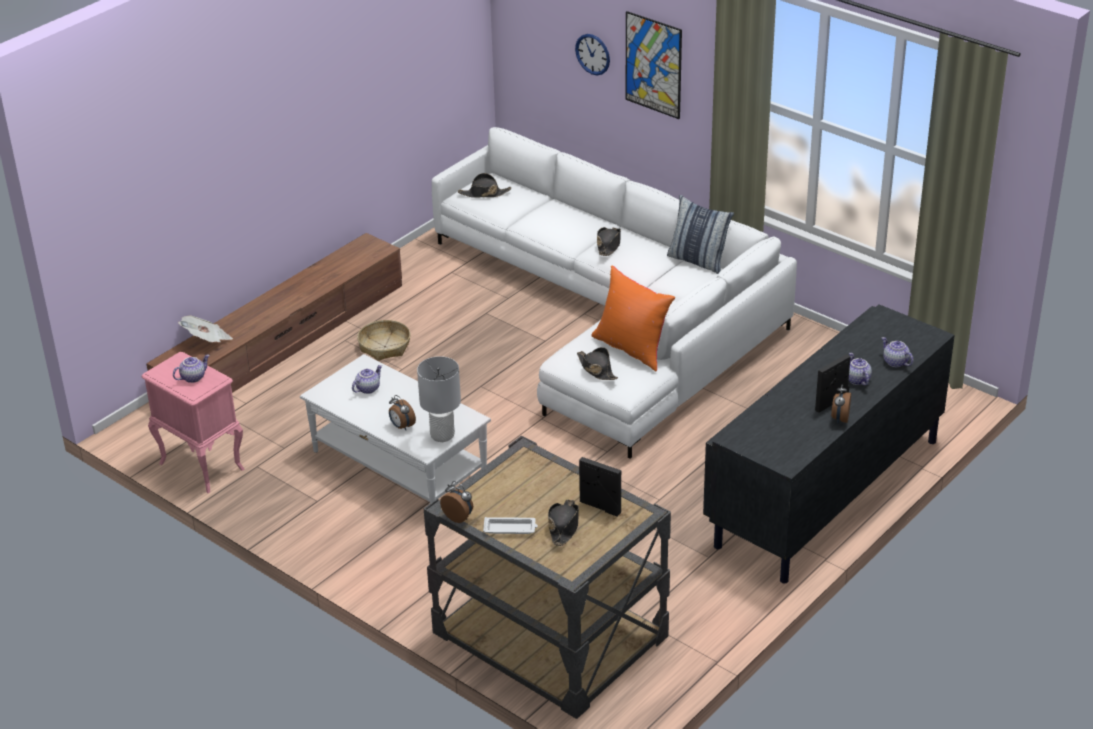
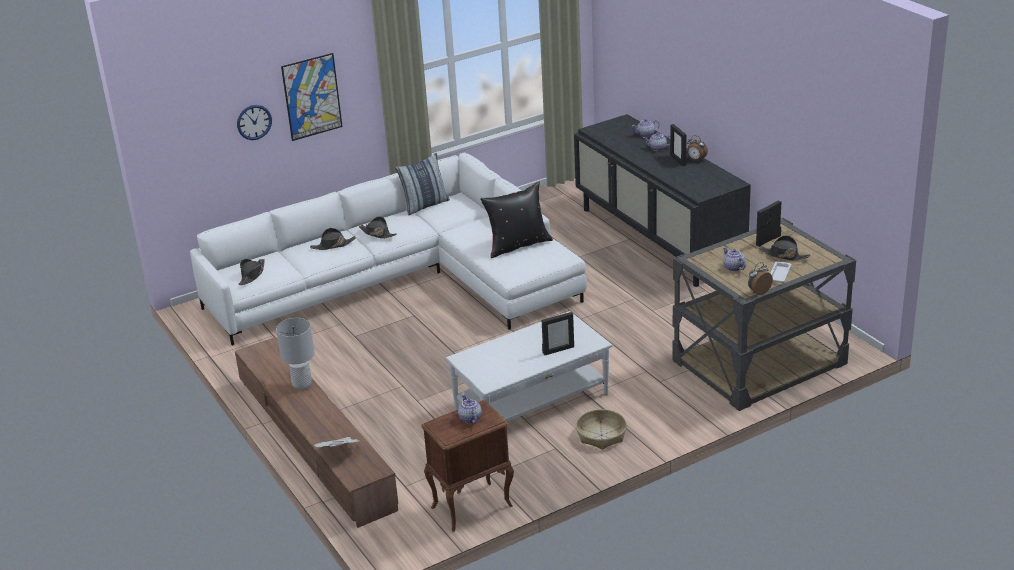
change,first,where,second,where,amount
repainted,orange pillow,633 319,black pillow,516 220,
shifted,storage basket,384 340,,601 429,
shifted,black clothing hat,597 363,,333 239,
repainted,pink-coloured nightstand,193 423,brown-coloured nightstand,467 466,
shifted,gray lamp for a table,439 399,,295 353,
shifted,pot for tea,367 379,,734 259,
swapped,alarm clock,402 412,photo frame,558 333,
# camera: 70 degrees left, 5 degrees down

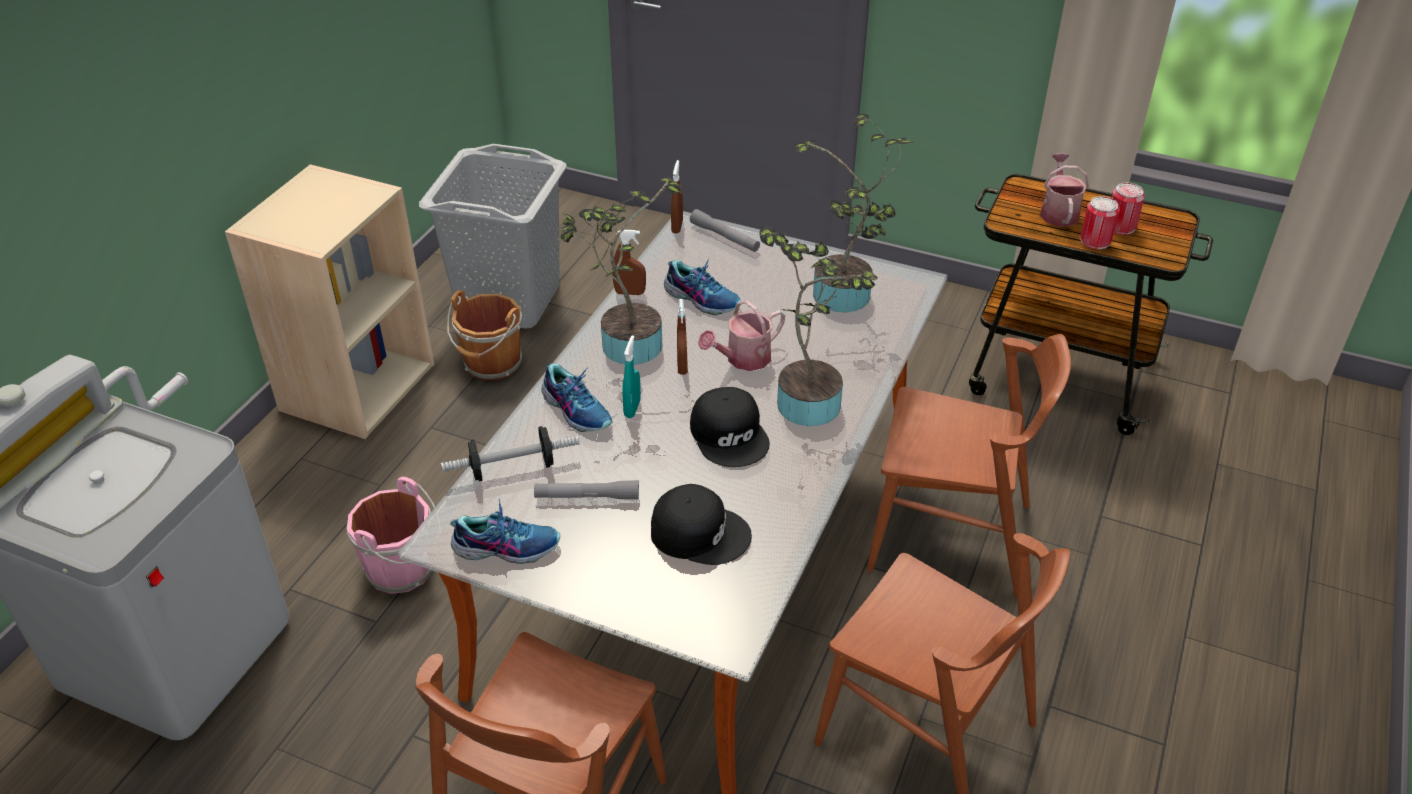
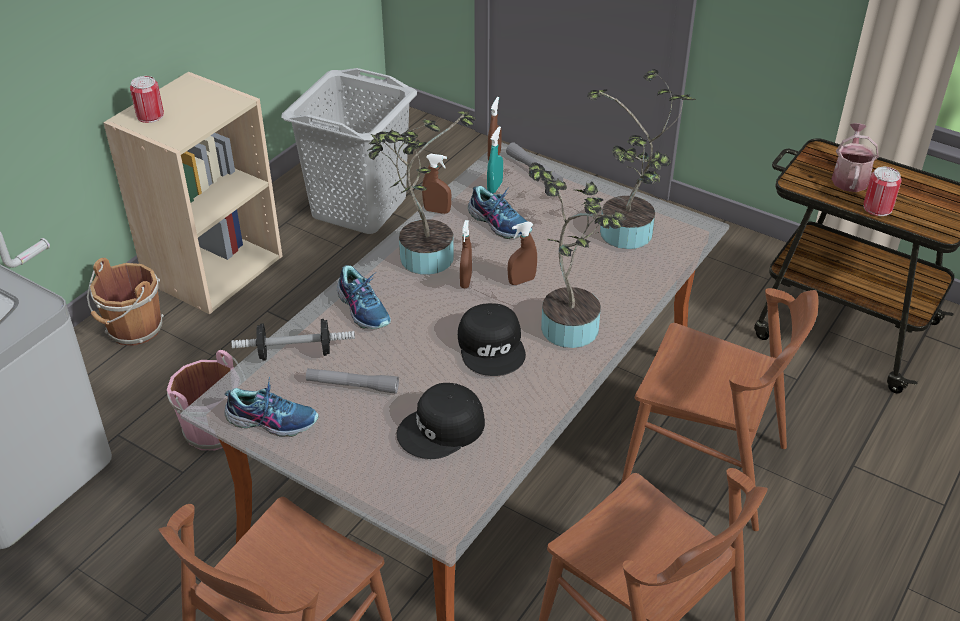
change,first,where,second,where,amount
shifted,metal can,1128 209,,147 99,
shifted,brown-coloured water bucket,484 335,,125 302,
swapped,sprinkling can,741 335,brown-coloured sprayer,522 253,
shifted,blue-green sprayer,631 376,,495 159,
rotated,black baseball cap,701 524,,441 421,120 degrees clockwise
# camera: 10 degrees right, 0 degrees up

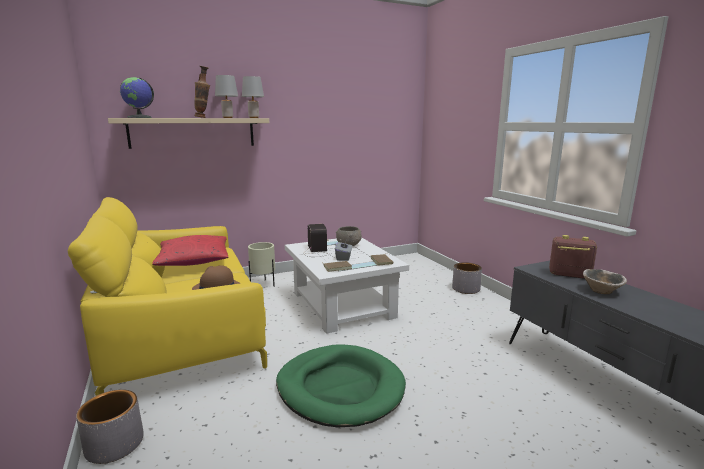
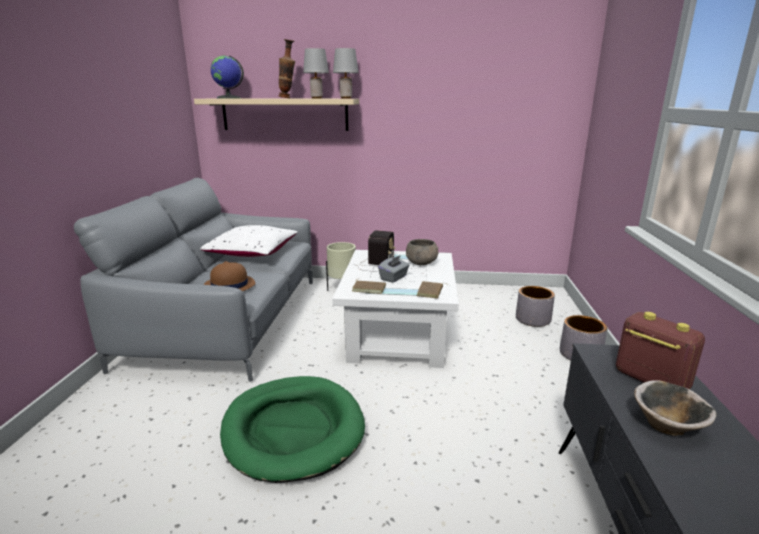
change,first,where,second,where,amount
repainted,yellowish sofa,167 296,gray sofa,193 280,
repainted,reddish pillow,190 250,white-coloured pillow,249 241,
shifted,gray planter,110 426,,535 306,
# camera: 30 degrees right, 5 degrees up

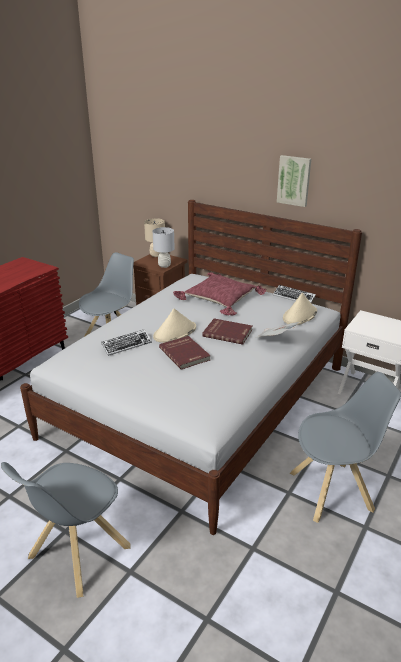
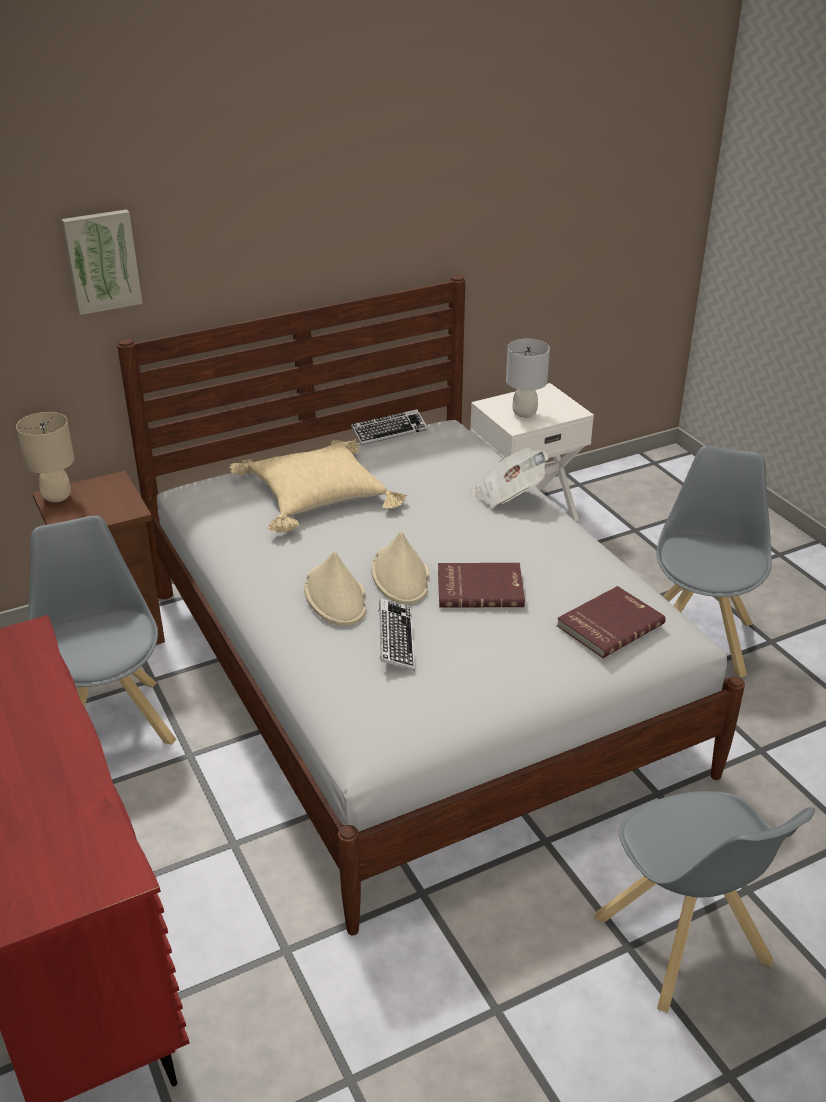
change,first,where,second,where,amount
shifted,picture,294 181,,102 262,
shifted,gray lamp for a table,164 247,,528 378,
repainted,reddish pillow,220 294,beige-coloured pillow,318 486,
shifted,beige-coloured clothing hat,300 308,,335 588,
shifted,reddish book,227 332,,611 622,
# camera: 60 degrees left, 5 degrees up

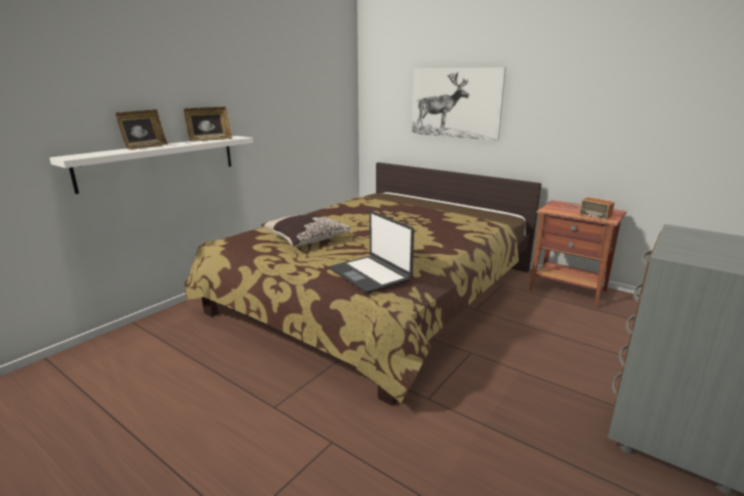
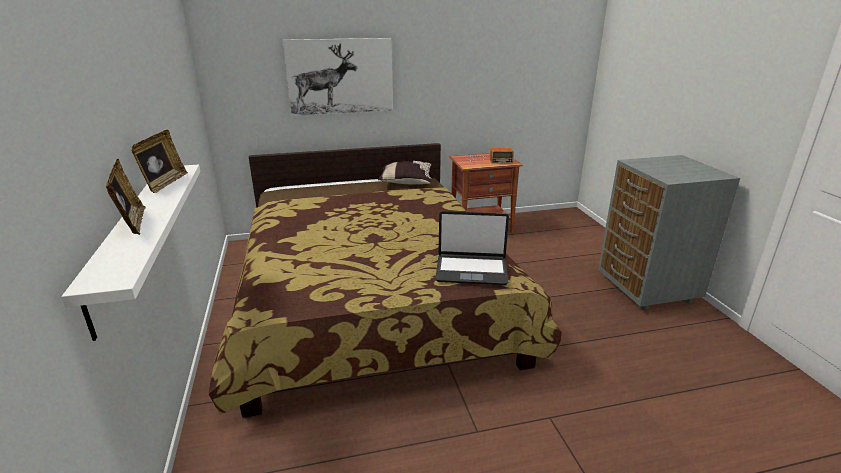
change,first,where,second,where,amount
shifted,pillow,306 230,,404 172,
# camera: 50 degrees left, 5 degrees up

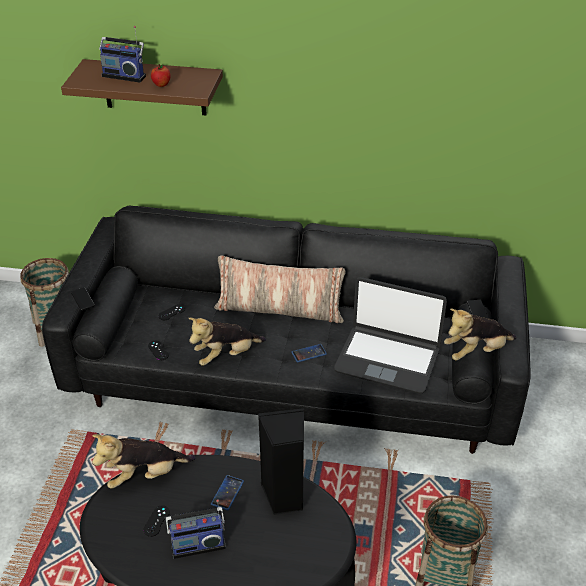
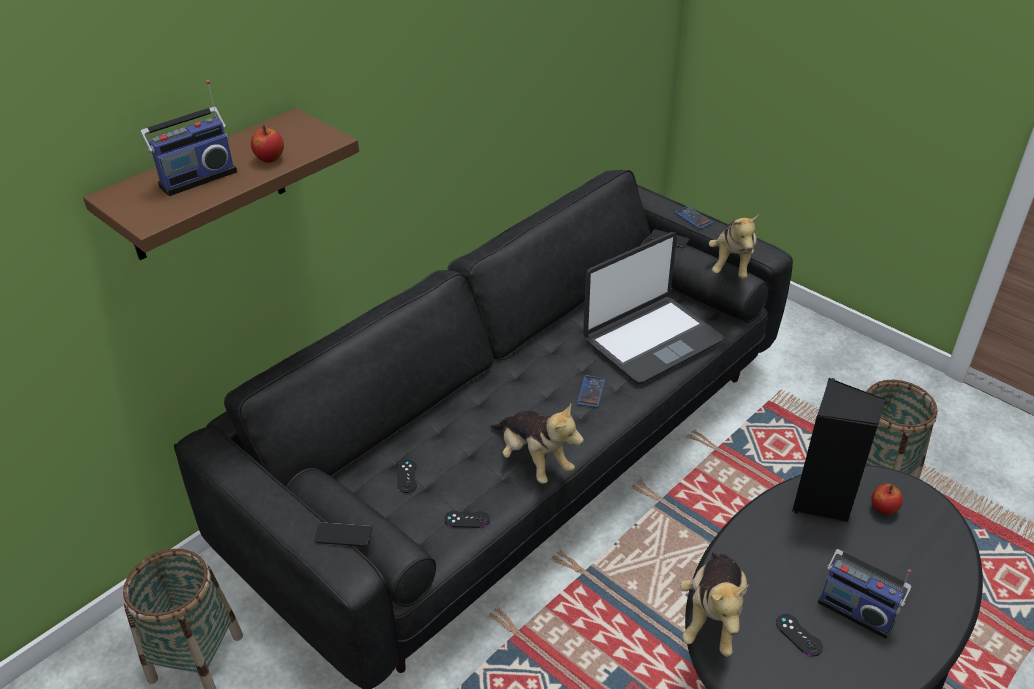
change,first,where,second,where,amount
gone,pillow,279 289,,,
rotated,cuddly toy,227 342,,537 443,45 degrees counterclockwise
shifted,handset,227 492,,694 217,
rotated,radio,196 529,,865 594,105 degrees clockwise
new,,,whole apple,887 499,
# camera: 55 degrees left, 0 degrees up

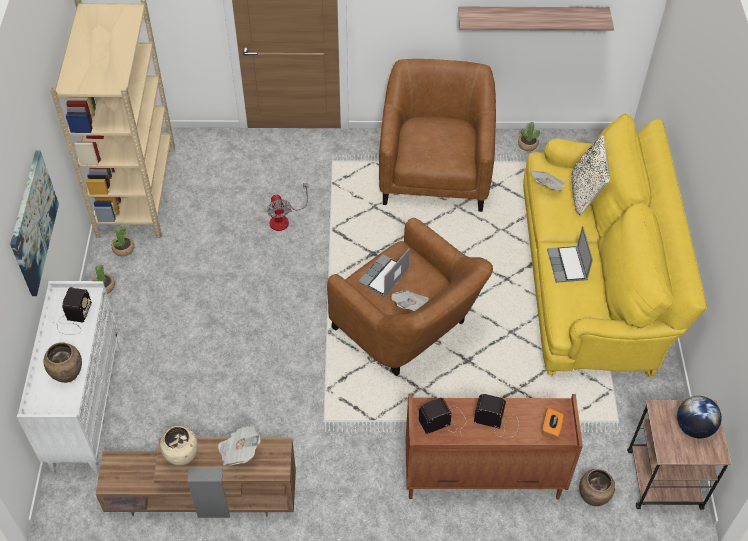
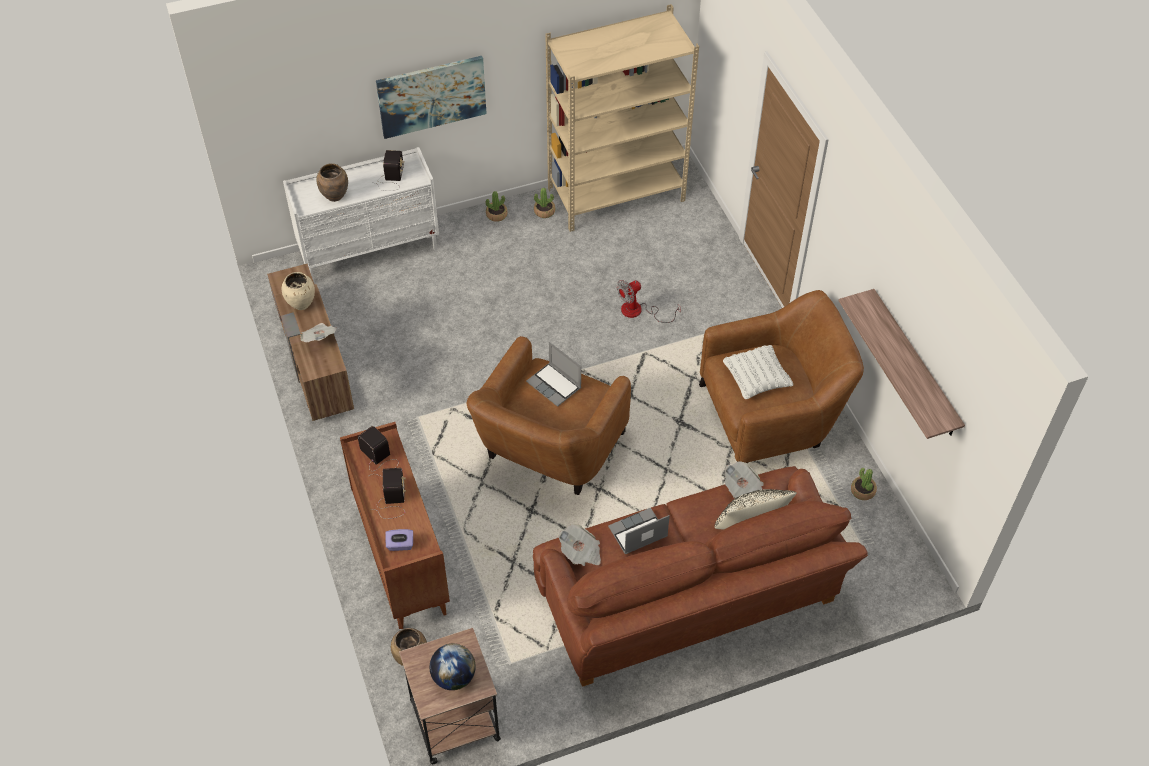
change,first,where,second,where,amount
repainted,yellowish sofa,615 245,brown-coloured sofa,700 576,
rotated,laptop,384 272,,553 374,150 degrees counterclockwise
rotated,radio,72 311,,390 170,75 degrees counterclockwise
shifted,daily paper,410 300,,580 545,
repainted,orange box of tissues,552 423,purple box of tissues,399 540,
new,,,white-coloured pillow,758 372,
# camera: 70 degrees right, 0 degrees up

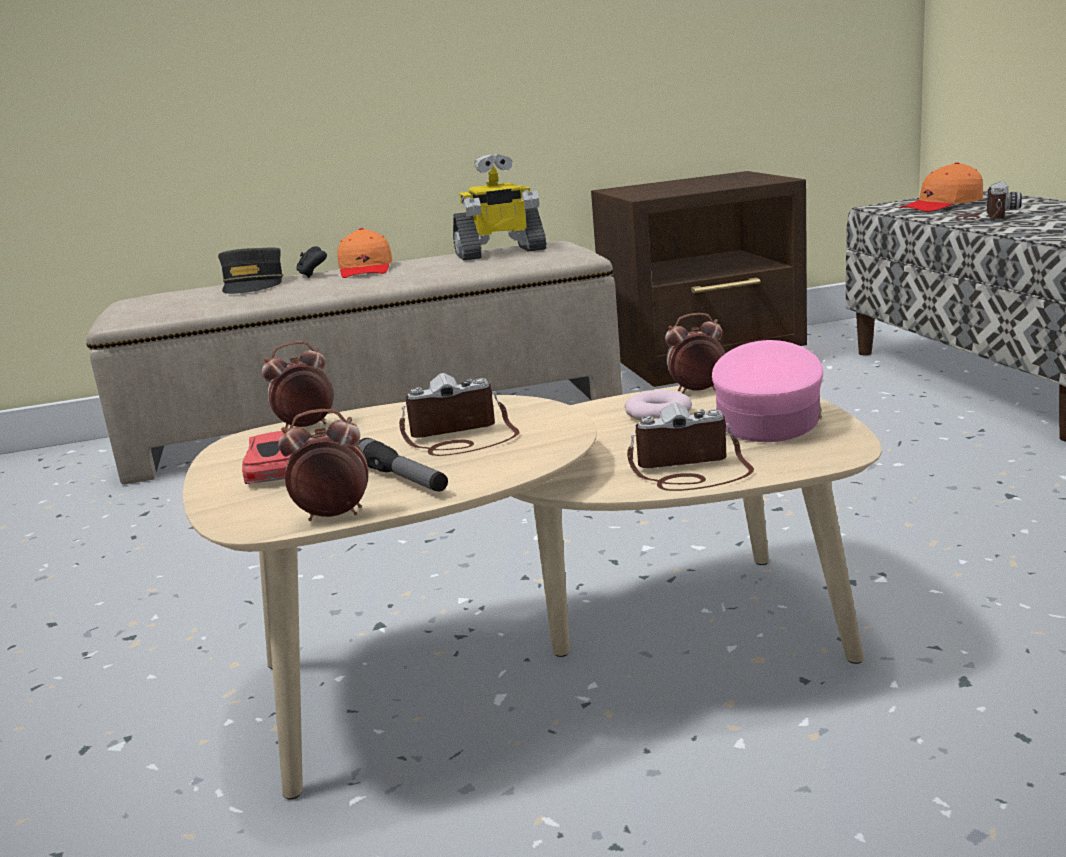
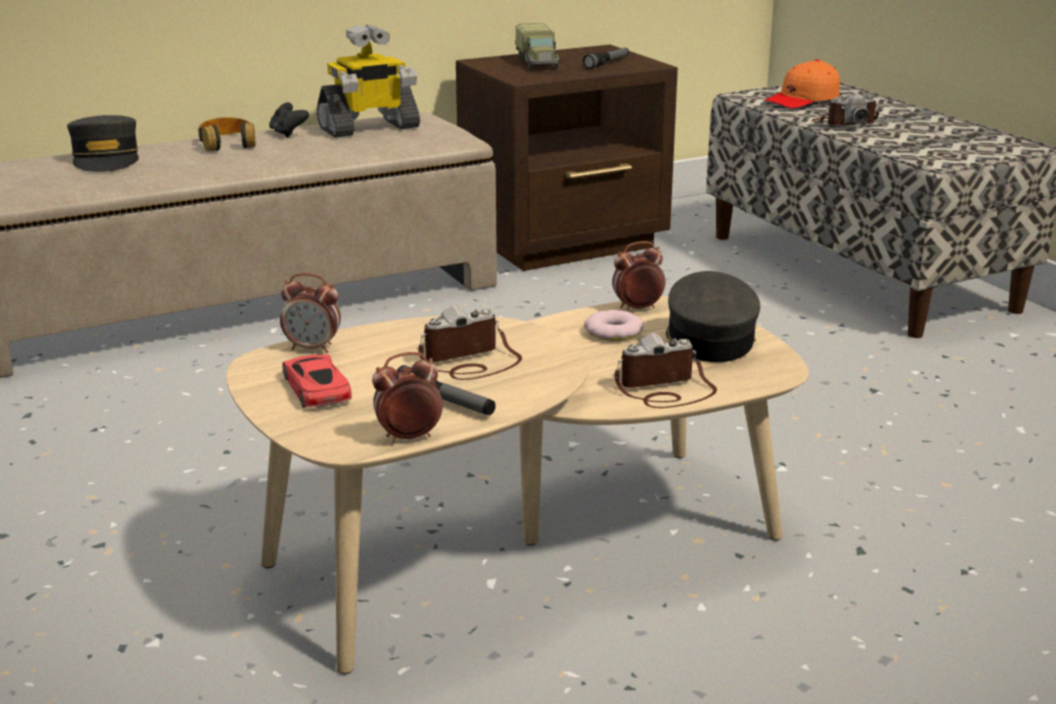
change,first,where,second,where,amount
rotated,photo camera,988 202,,845 109,75 degrees clockwise
swapped,orange baseball cap,364 253,headphones,226 134,
shifted,black joypad,311 262,,289 120,
repainted,pink-coloured baseball cap,767 391,gray baseball cap,713 316,
rotated,alarm clock,298 385,,310 313,135 degrees counterclockwise
new,,,toy truck,537 46,
new,,,hand torch,606 58,
# camera: 15 degrees left, 5 degrees up

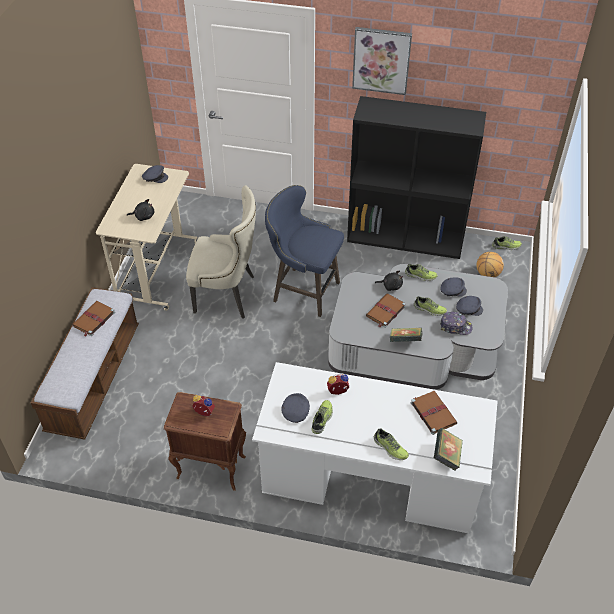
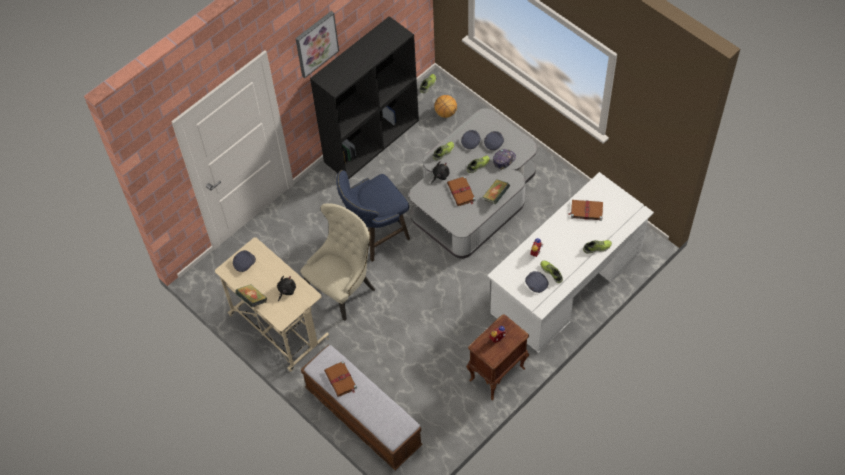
change,first,where,second,where,amount
shifted,book,448 449,,251 295,
# camera: 55 degrees left, 10 degrees up

